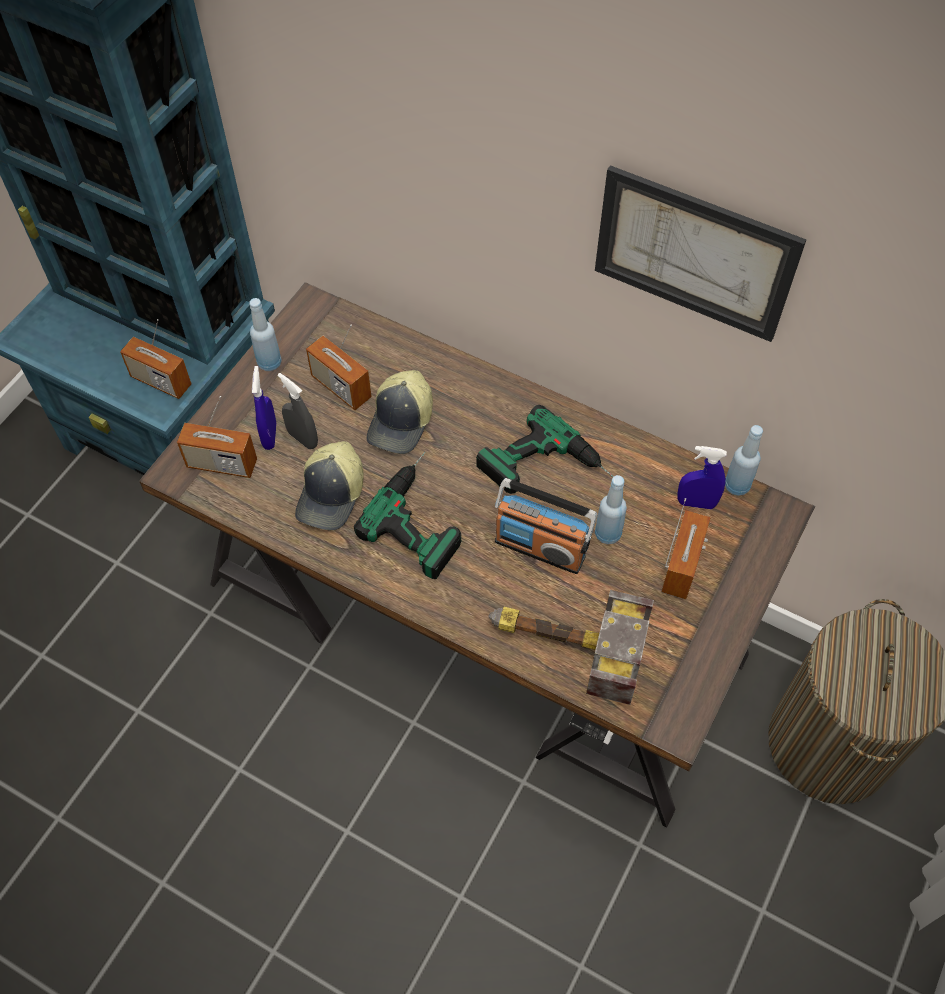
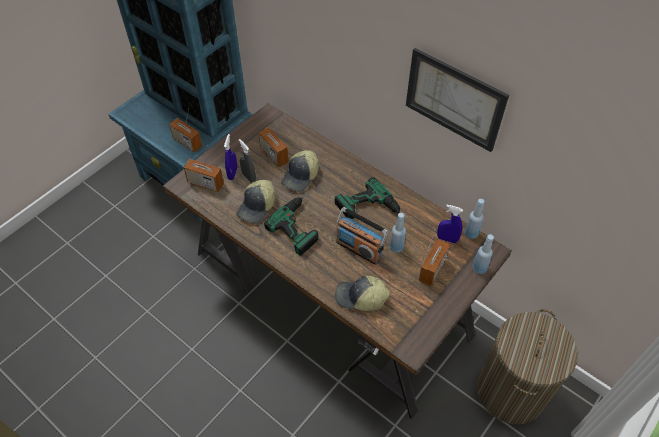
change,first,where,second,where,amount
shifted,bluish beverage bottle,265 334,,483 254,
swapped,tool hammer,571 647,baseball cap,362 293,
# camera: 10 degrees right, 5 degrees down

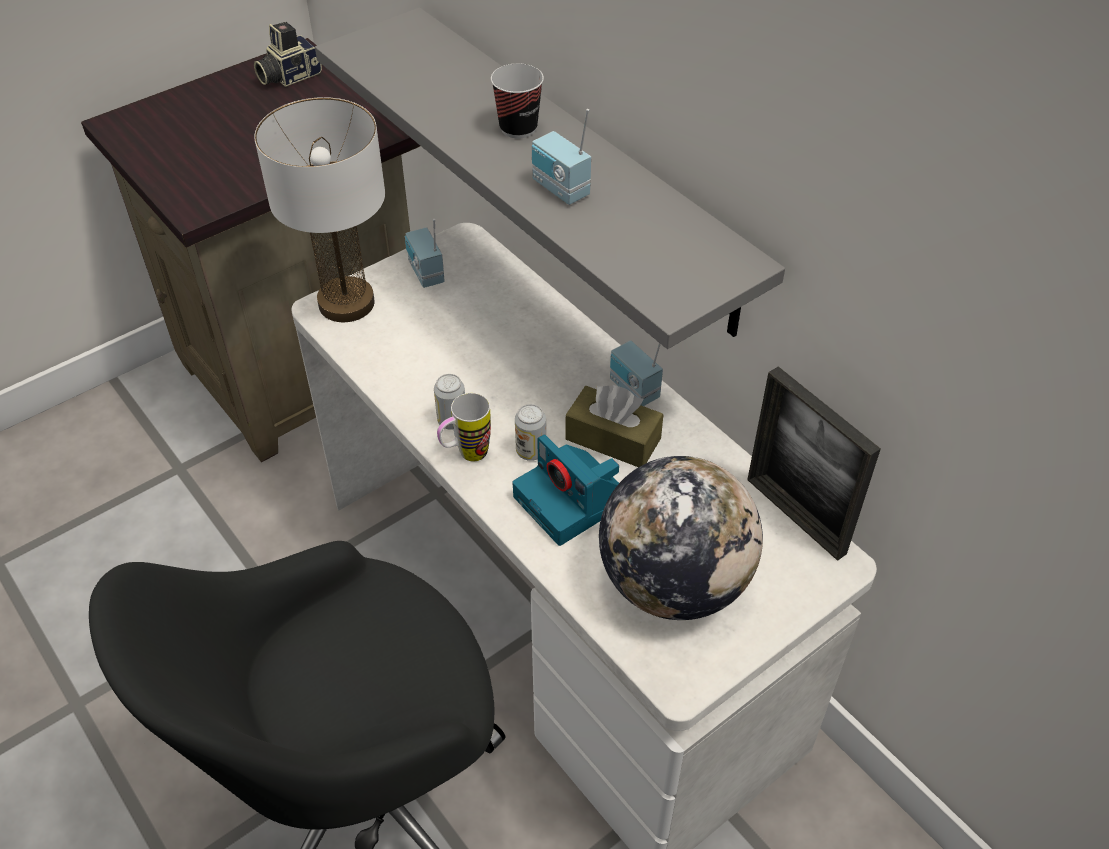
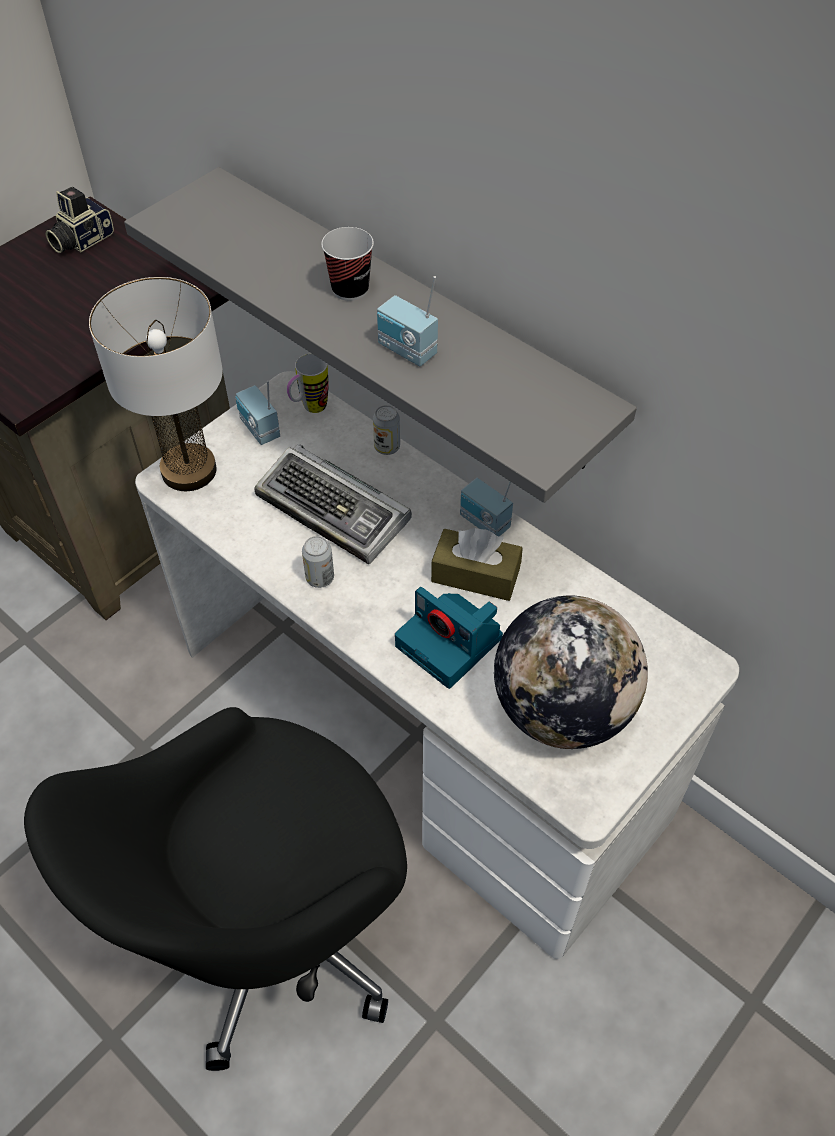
change,first,where,second,where,amount
gone,photo frame,814 463,,,
shifted,mug,464 427,,308 383,
shifted,metal can,530 432,,386 430,
new,,,PC keyboard,333 504,
# camera: 10 degrees left, 5 degrees up

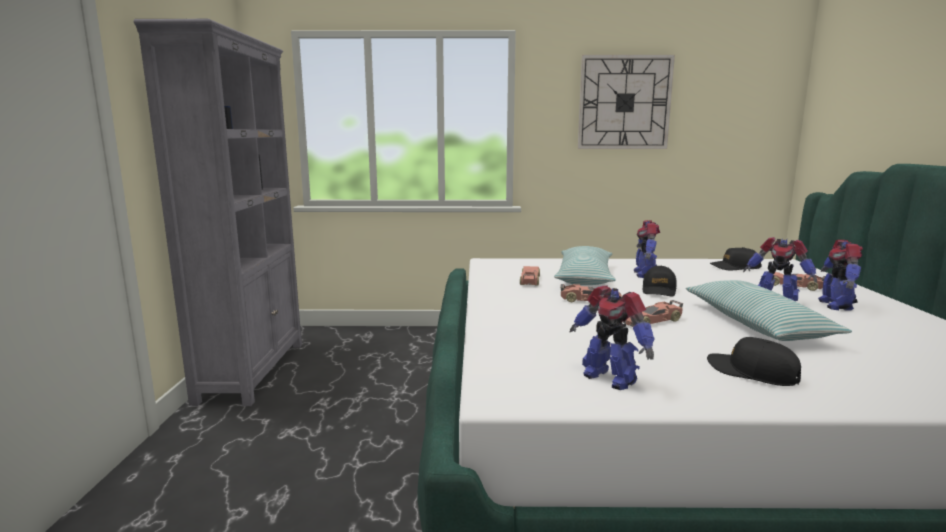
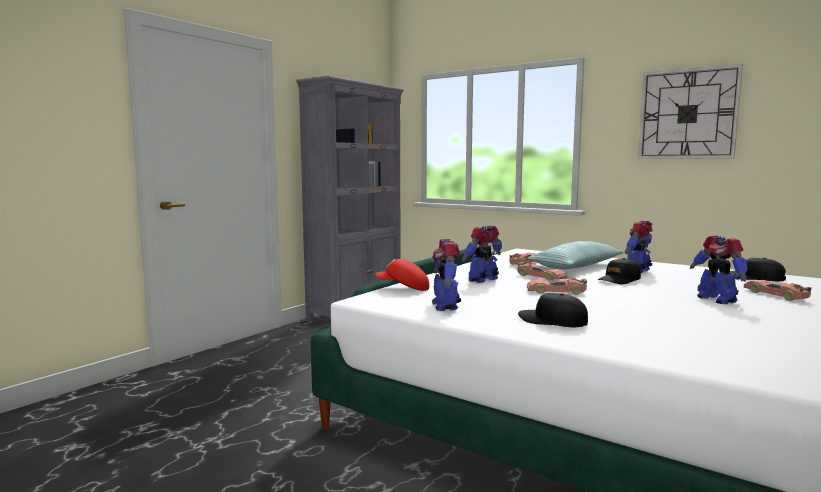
change,first,where,second,where,amount
shifted,model robot,840 275,,482 254,
gone,pillow,769 310,,,
rotated,black baseball cap,754 361,,553 310,45 degrees counterclockwise
new,,,reddish baseball cap,402 275,
# camera: 35 degrees right, 5 degrees down

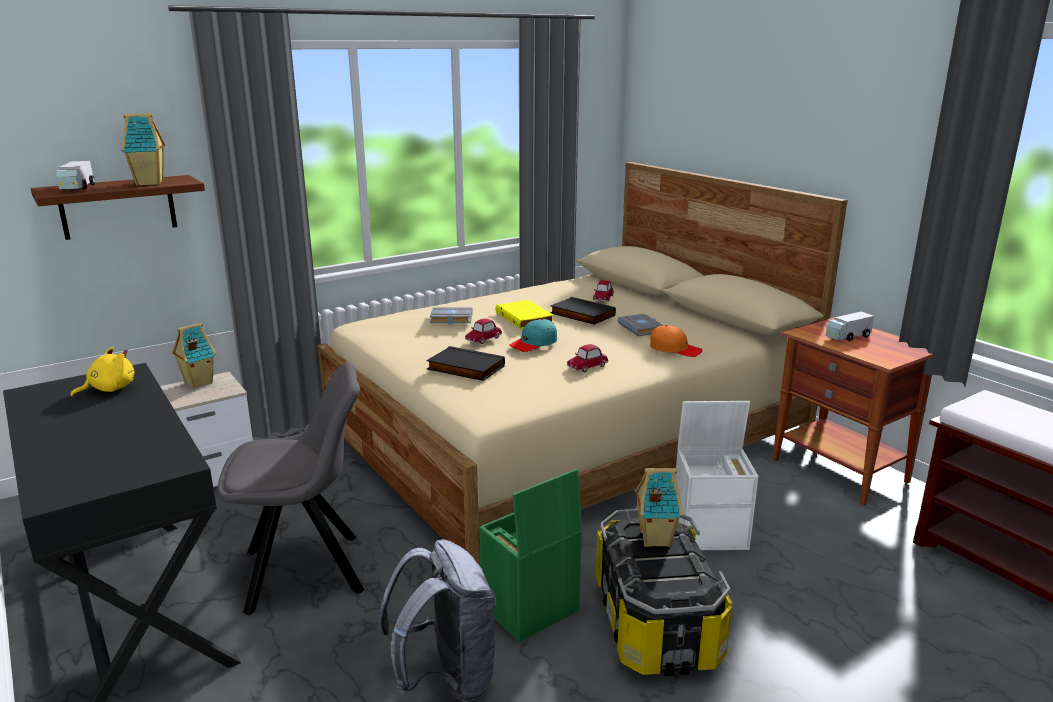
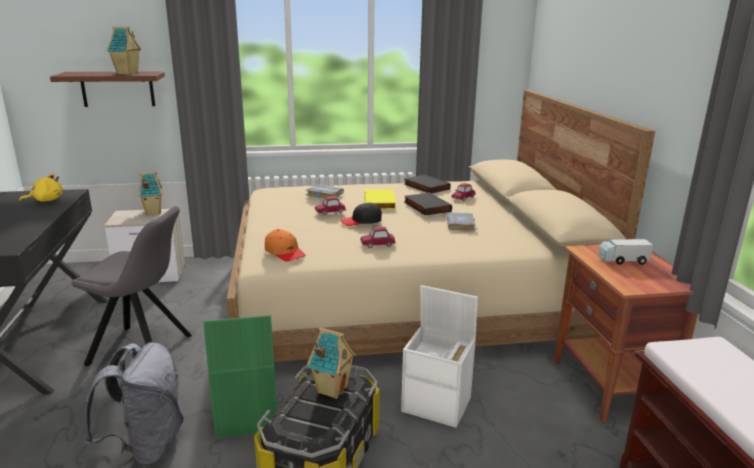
change,first,where,second,where,amount
gone,toy truck,75 175,,,
repainted,blue-green baseball cap,533 335,black baseball cap,361 214,
shifted,orange baseball cap,676 341,,285 245,
shifted,black book,465 363,,427 184,
# camera: 25 degrees right, 0 degrees up

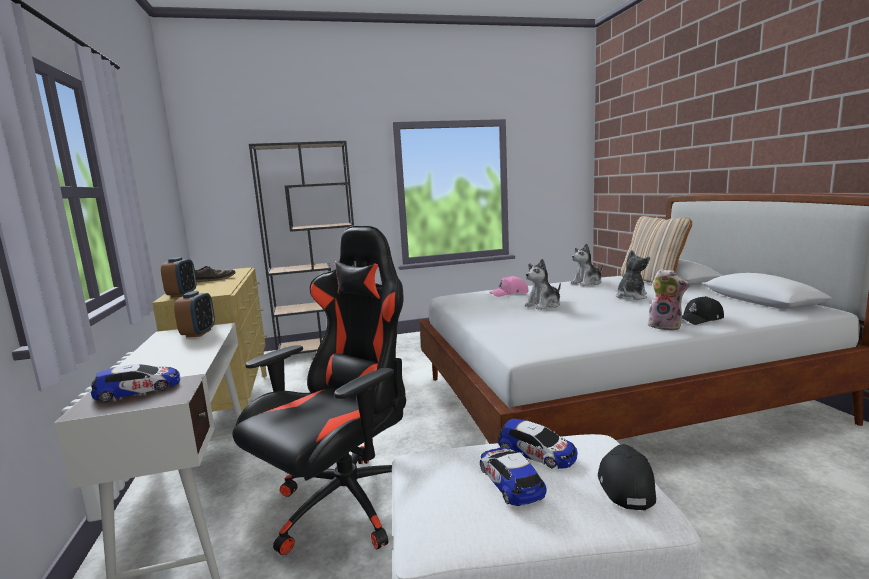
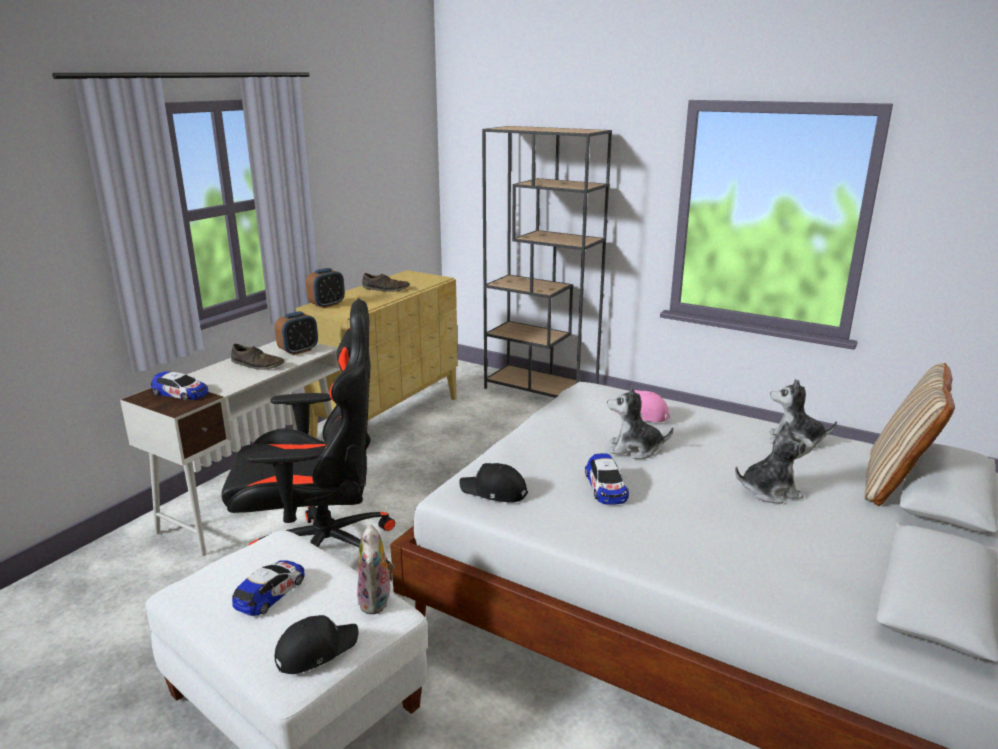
change,first,where,second,where,amount
shifted,cuddly toy,668 299,,376 570,
shifted,black baseball cap,703 310,,493 483,
shifted,miniature car,537 444,,607 479,
new,,,brown-coloured item of footwear,257 357,
# camera: 45 degrees right, 10 degrees up

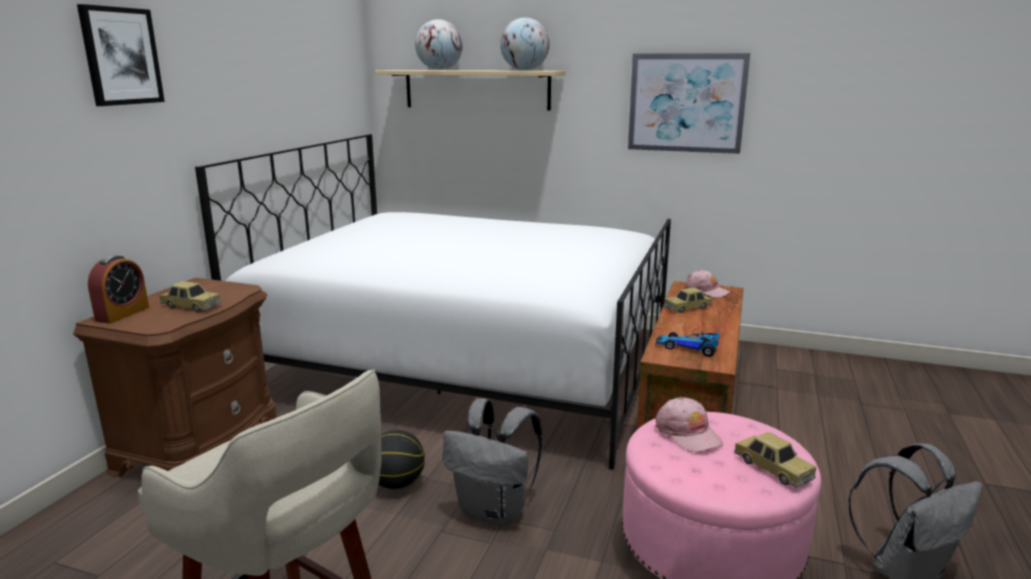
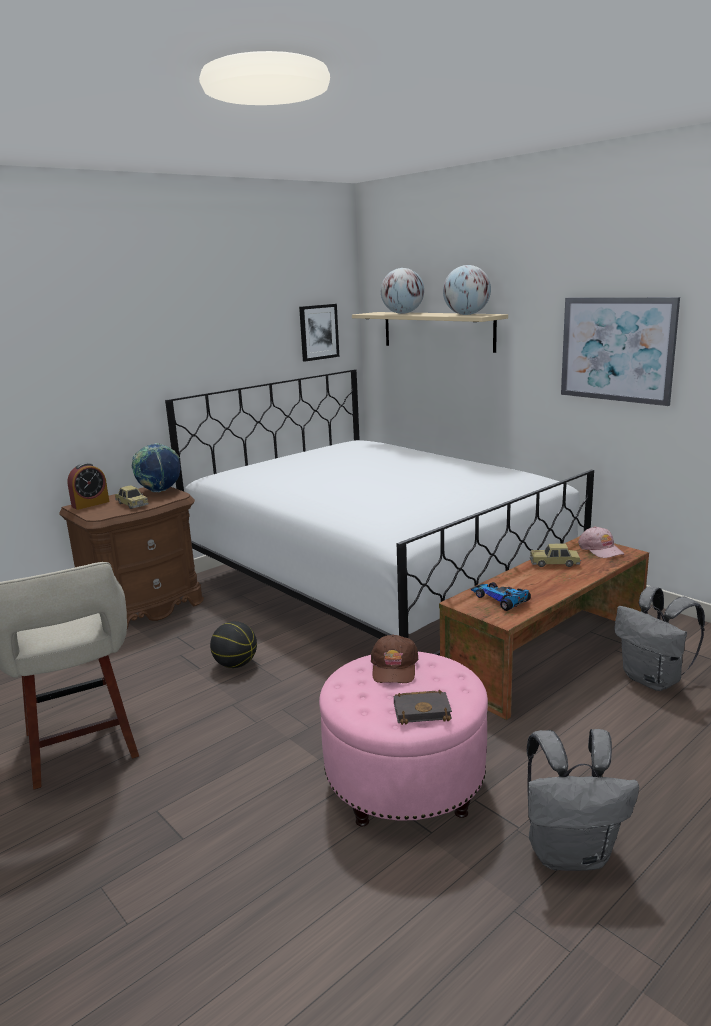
change,first,where,second,where,amount
shifted,picture,121 55,,319 333,
repainted,pink-coloured baseball cap,689 424,brown-coloured baseball cap,395 658,
shifted,gray rucksack,492 462,,659 638,
swapped,miniature car,775 460,black book,423 707,
new,,,globe,156 467,
# camera: 30 degrees right, 0 degrees up

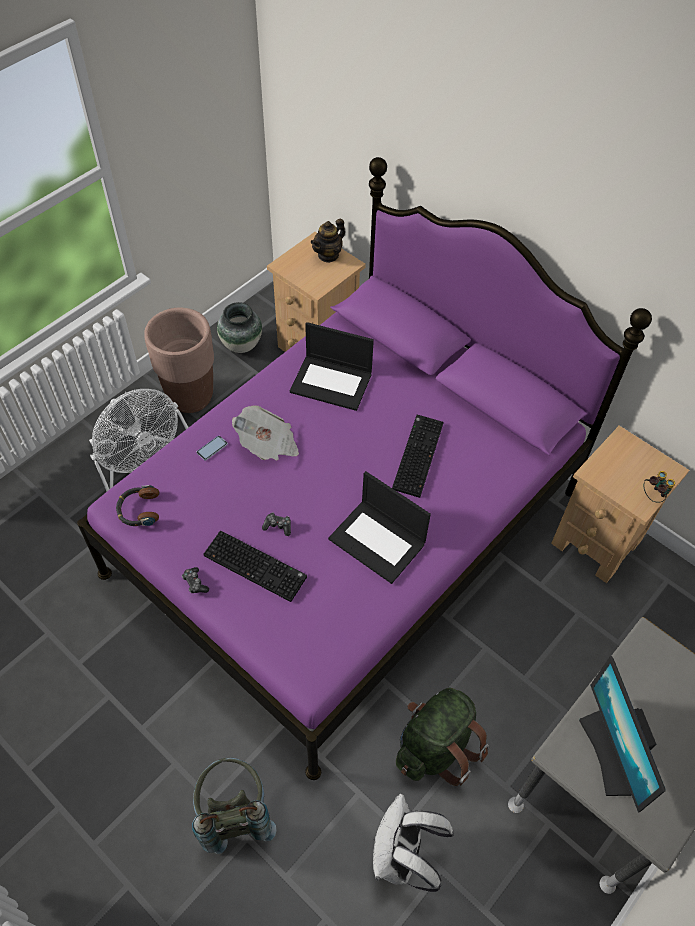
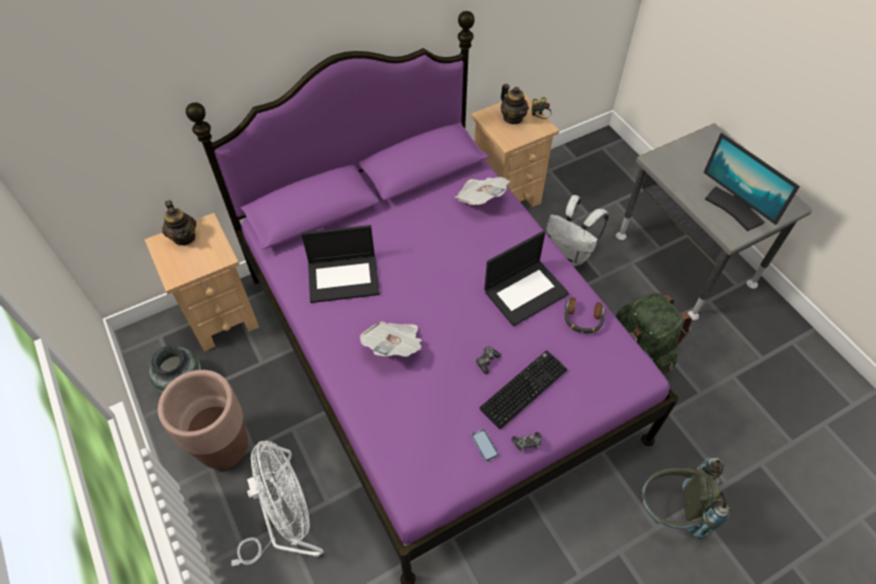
change,first,where,second,where,amount
rotated,laptop,332 366,,340 264,45 degrees clockwise
gone,PC keyboard,418 456,,,
shifted,handset,212 448,,485 445,
shifted,headphones,138 505,,585 315,
rotated,computer display,622 734,,751 182,45 degrees clockwise
shifted,white-coloured rucksack,413 843,,577 230,
new,,,pot for tea,515 104,
new,,,daily paper,482 191,
# camera: 70 degrees left, 0 degrees up

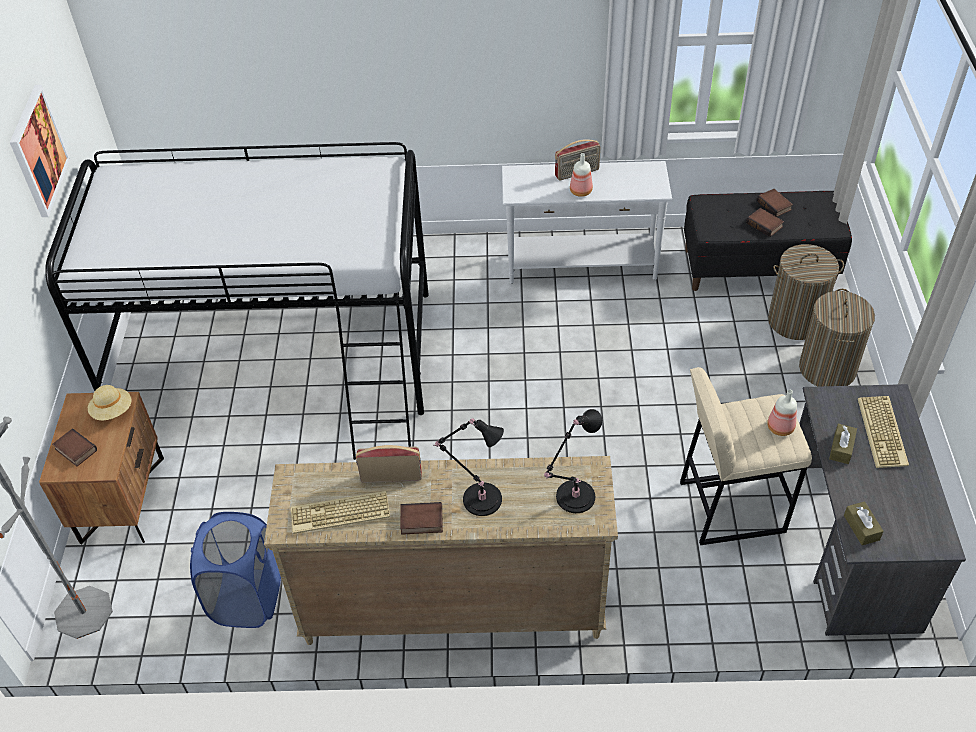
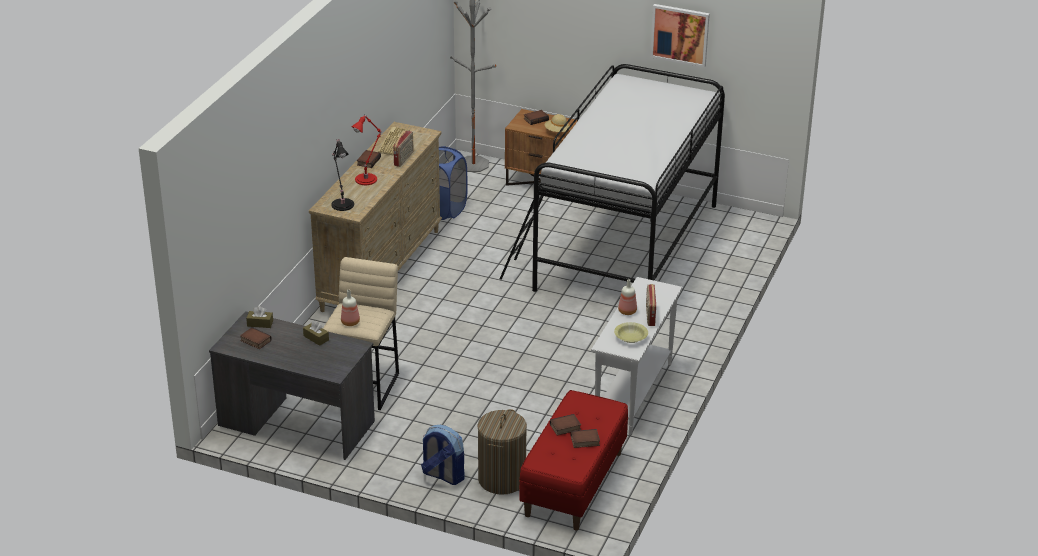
change,first,where,second,where,amount
repainted,black bench,768 241,reddish bench,573 460,
swapped,washing basket,837 338,rucksack,443 455,
gone,PC keyboard,883 432,,,
repainted,black lamp for a table,468 467,reddish lamp for a table,366 150,
new,,,yellowish bowl,631 332,
new,,,book,256 338,
# camera: 110 degrees right, 15 degrees down

